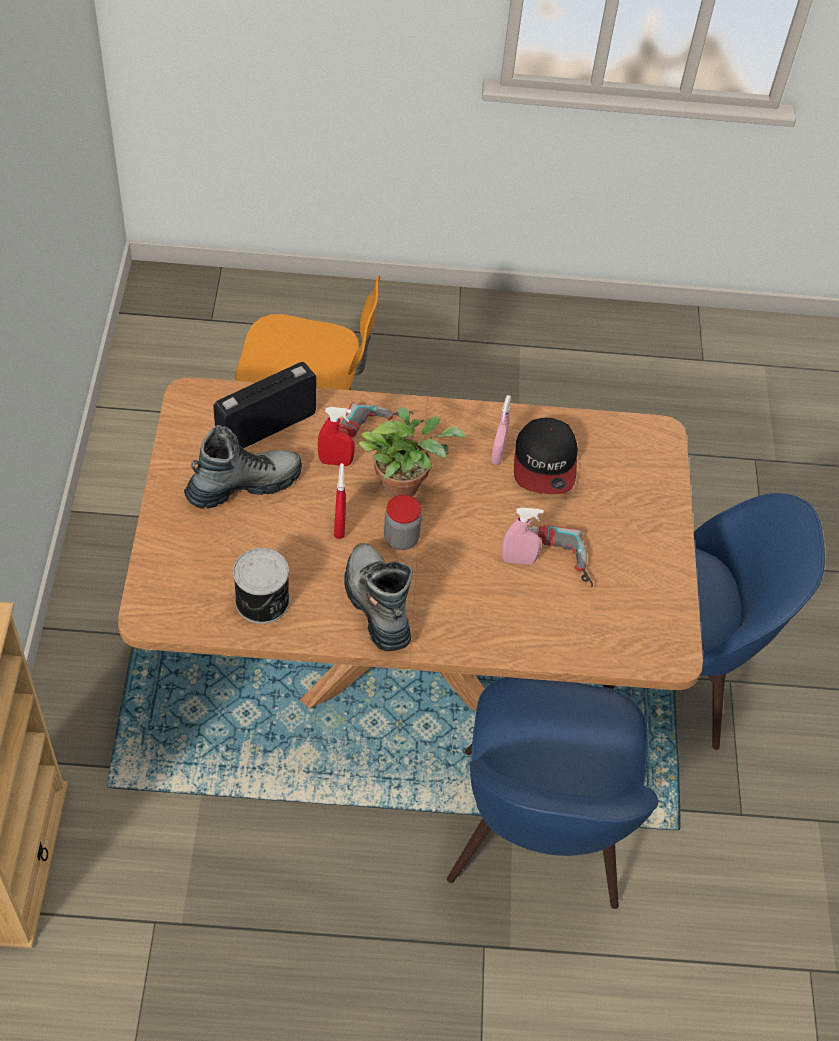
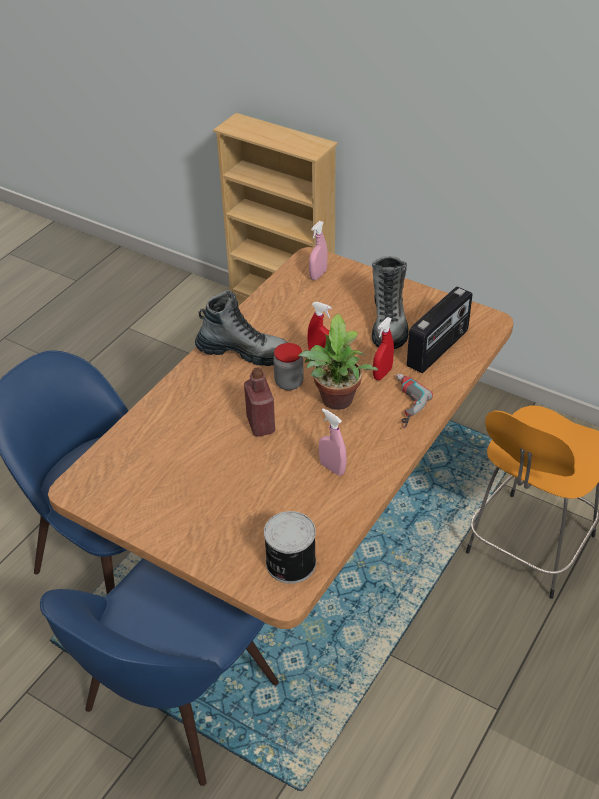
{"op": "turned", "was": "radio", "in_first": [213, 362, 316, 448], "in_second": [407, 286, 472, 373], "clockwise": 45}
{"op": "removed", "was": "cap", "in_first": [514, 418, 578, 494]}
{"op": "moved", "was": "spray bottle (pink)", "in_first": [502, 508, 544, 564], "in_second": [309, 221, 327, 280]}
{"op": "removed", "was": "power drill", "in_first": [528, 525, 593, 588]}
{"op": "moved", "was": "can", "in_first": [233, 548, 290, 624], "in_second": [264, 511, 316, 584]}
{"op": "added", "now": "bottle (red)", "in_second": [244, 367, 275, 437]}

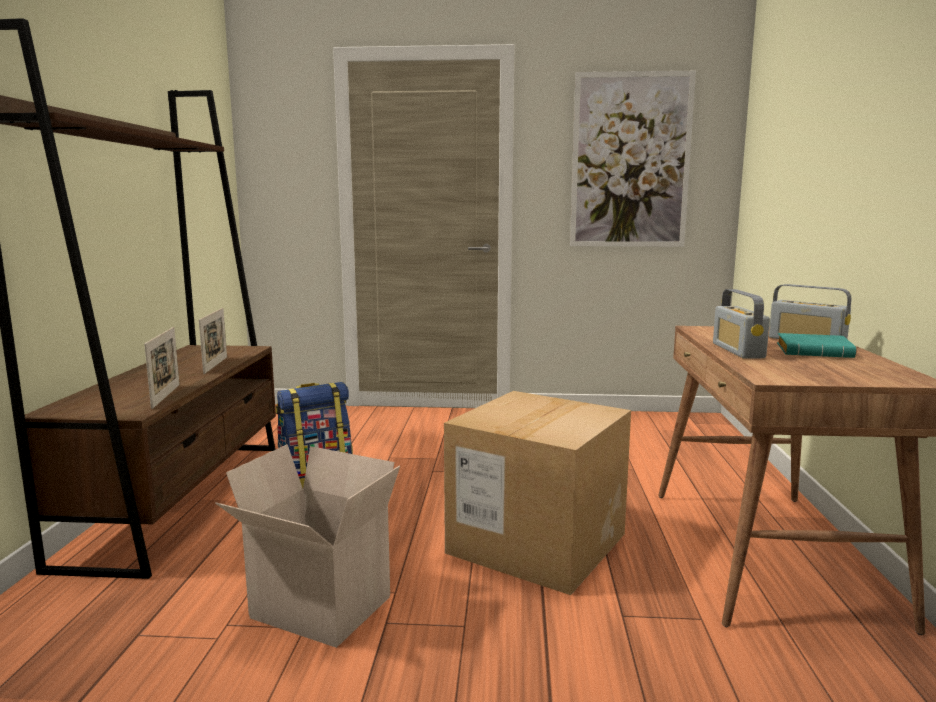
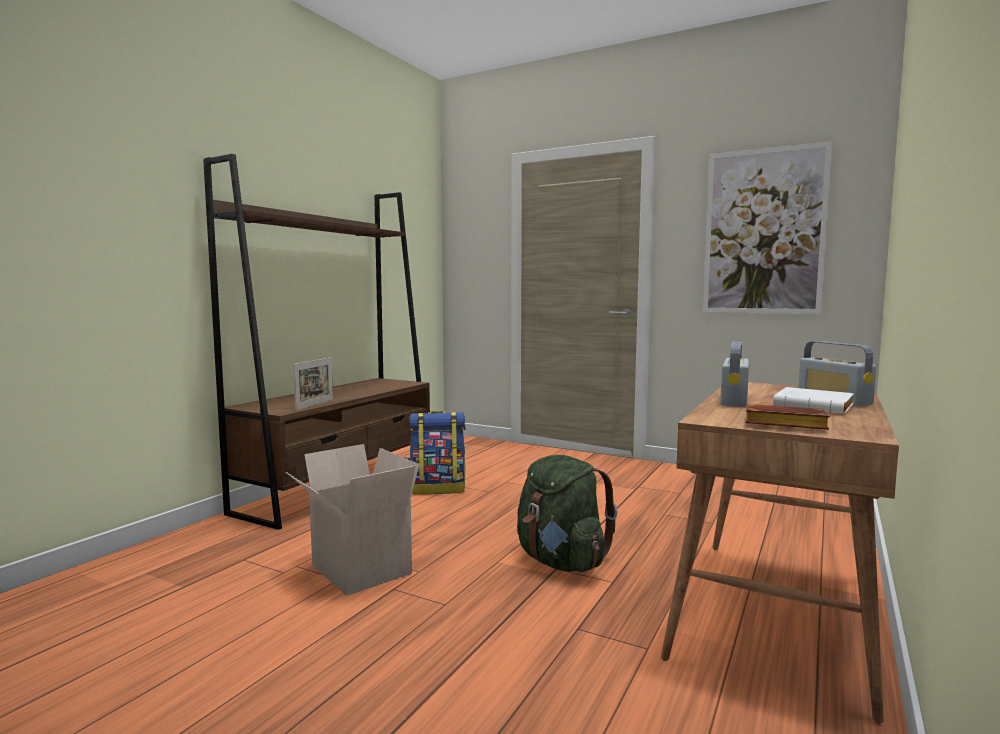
{"op": "removed", "was": "picture frame", "in_first": [199, 308, 227, 374]}
{"op": "recoloured", "was": "book (turquoise)", "now": "book (white)", "in_first": [777, 333, 856, 358], "in_second": [773, 387, 854, 414]}
{"op": "replaced", "was": "cardboard box", "now": "backpack (green)", "in_first": [444, 391, 631, 595], "in_second": [517, 455, 617, 572]}
{"op": "added", "now": "book (brown)", "in_second": [746, 404, 830, 430]}

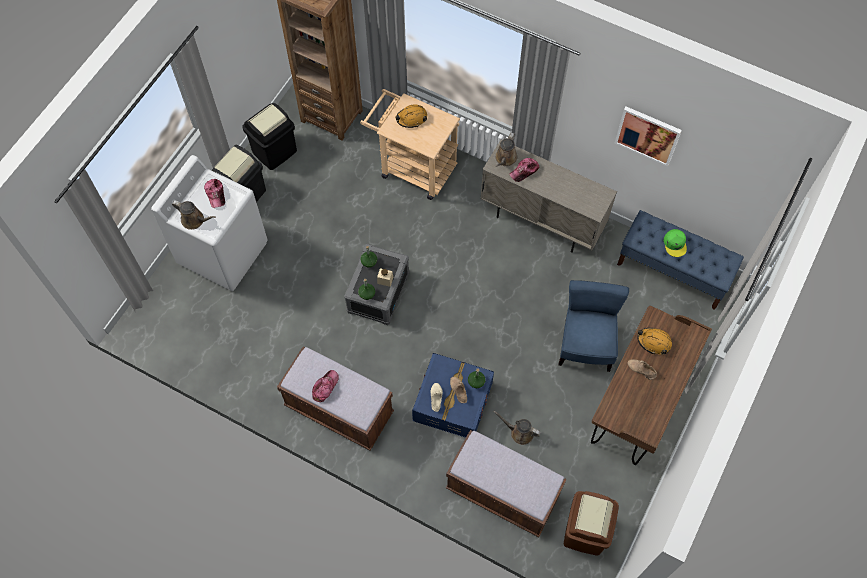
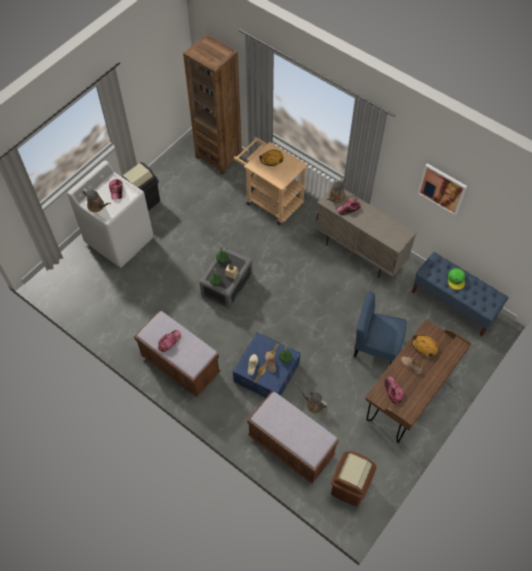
{"op": "removed", "was": "trash can (black)", "in_first": [242, 103, 297, 170]}
{"op": "turned", "was": "chair (blue)", "in_first": [559, 280, 629, 372], "in_second": [354, 292, 407, 364], "clockwise": -90}
{"op": "added", "now": "cap", "in_second": [385, 376, 404, 404]}

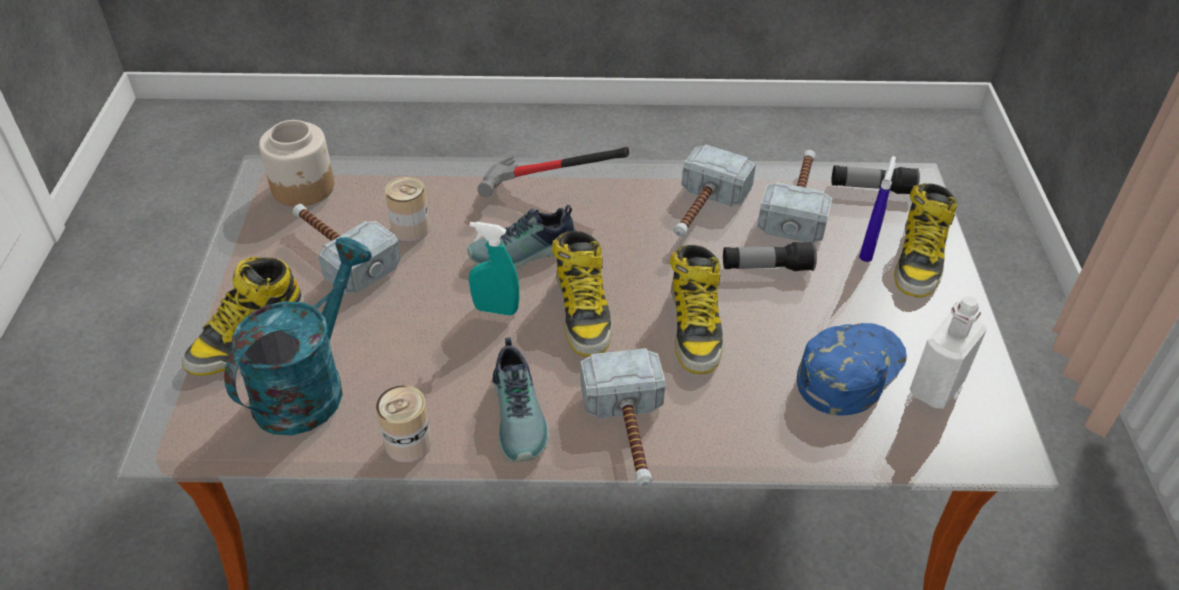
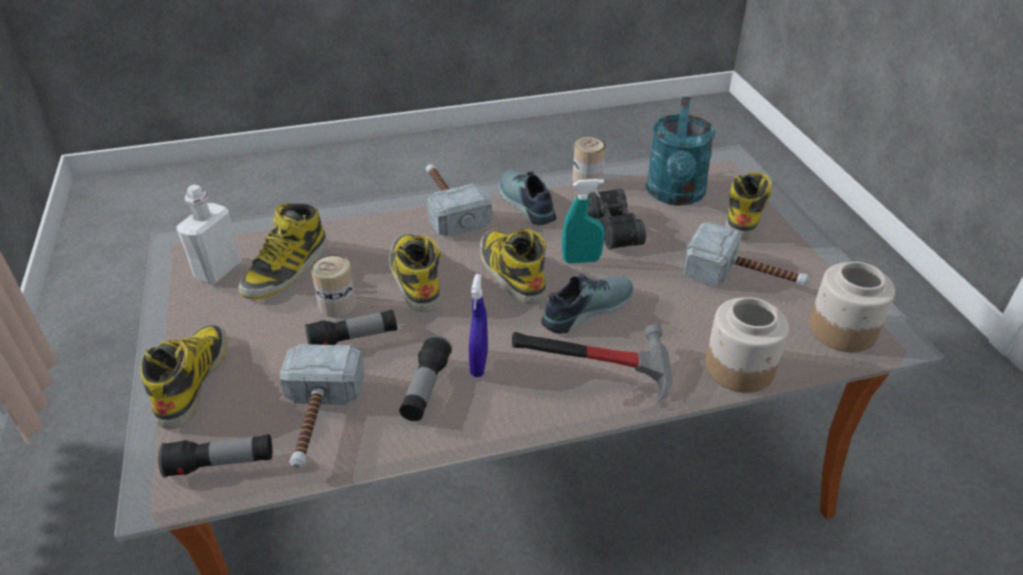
{"op": "replaced", "was": "hammer", "now": "flashlight", "in_first": [673, 145, 756, 237], "in_second": [399, 335, 452, 421]}
{"op": "moved", "was": "spray bottle (blue)", "in_first": [859, 156, 896, 262], "in_second": [469, 274, 488, 377]}
{"op": "moved", "was": "can", "in_first": [385, 177, 430, 242], "in_second": [311, 255, 356, 317]}
{"op": "replaced", "was": "cap (blue)", "now": "boot", "in_first": [797, 323, 907, 416], "in_second": [238, 203, 328, 299]}
{"op": "added", "now": "binoculars (black)", "in_second": [587, 188, 646, 249]}
{"op": "added", "now": "jar", "in_second": [705, 297, 789, 393]}

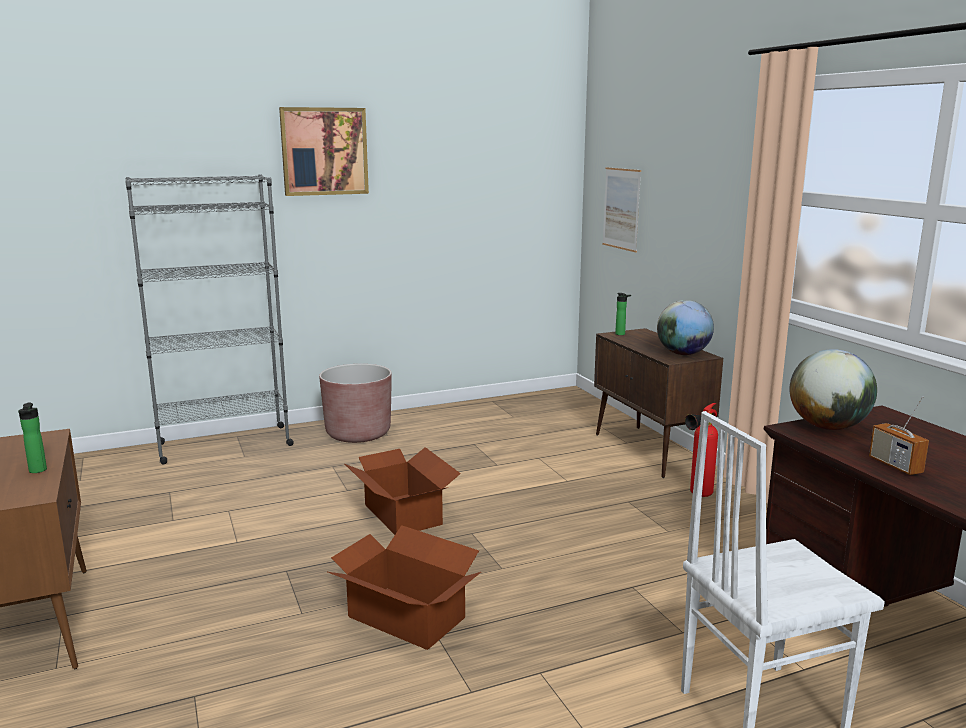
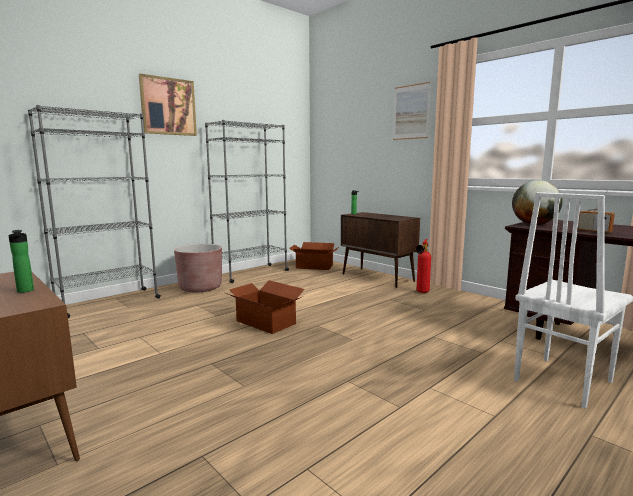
{"op": "moved", "was": "picture", "in_first": [602, 167, 641, 252], "in_second": [393, 82, 431, 140]}
{"op": "removed", "was": "globe", "in_first": [657, 300, 714, 355]}
{"op": "moved", "was": "cardboard box", "in_first": [328, 525, 481, 650], "in_second": [289, 242, 340, 270]}
{"op": "added", "now": "bookcase (grey)", "in_second": [205, 120, 289, 283]}

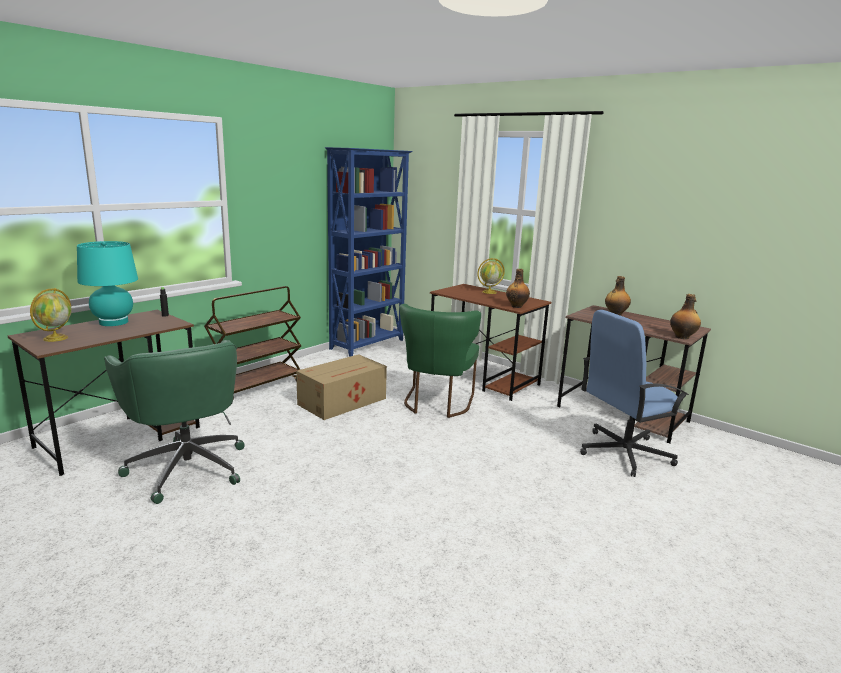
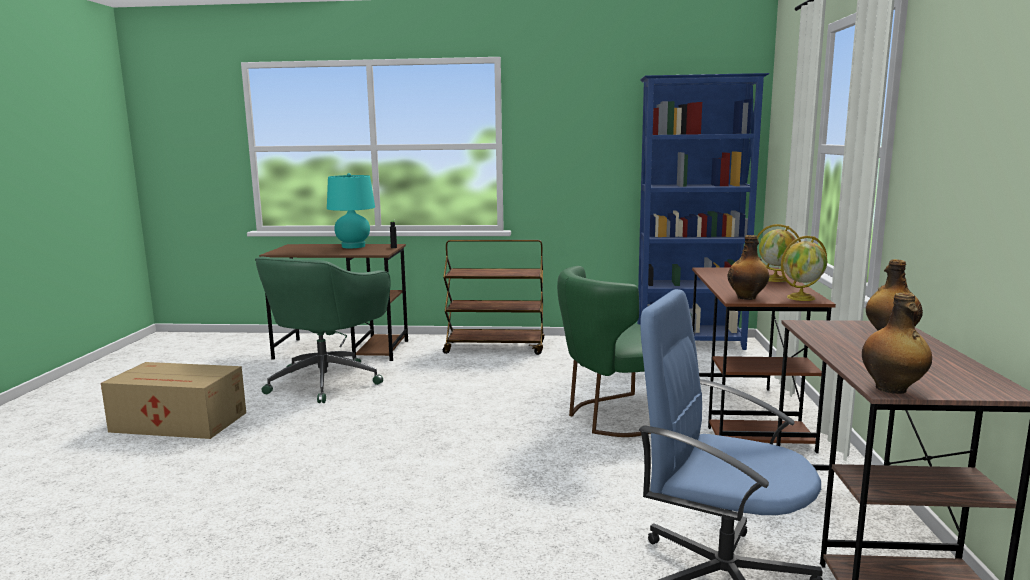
{"op": "moved", "was": "globe", "in_first": [30, 288, 72, 342], "in_second": [781, 236, 827, 301]}
{"op": "moved", "was": "cardboard box", "in_first": [296, 354, 387, 420], "in_second": [101, 362, 246, 439]}

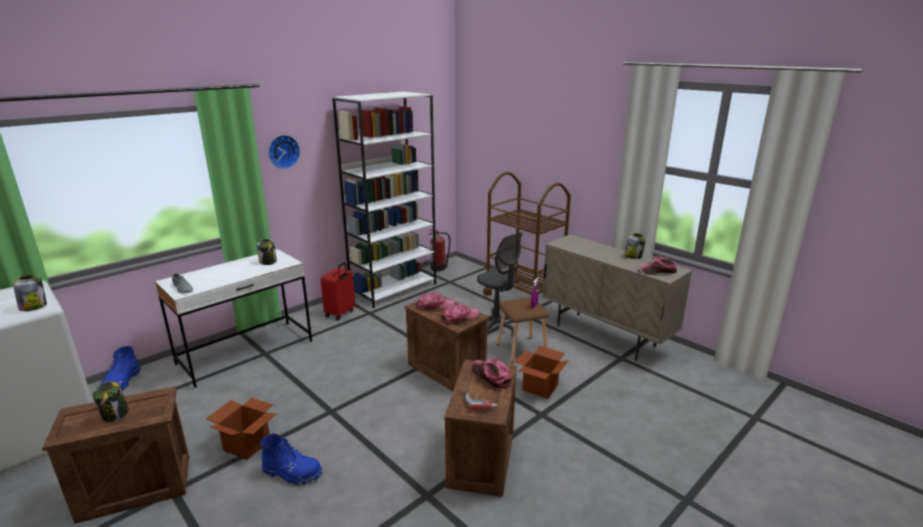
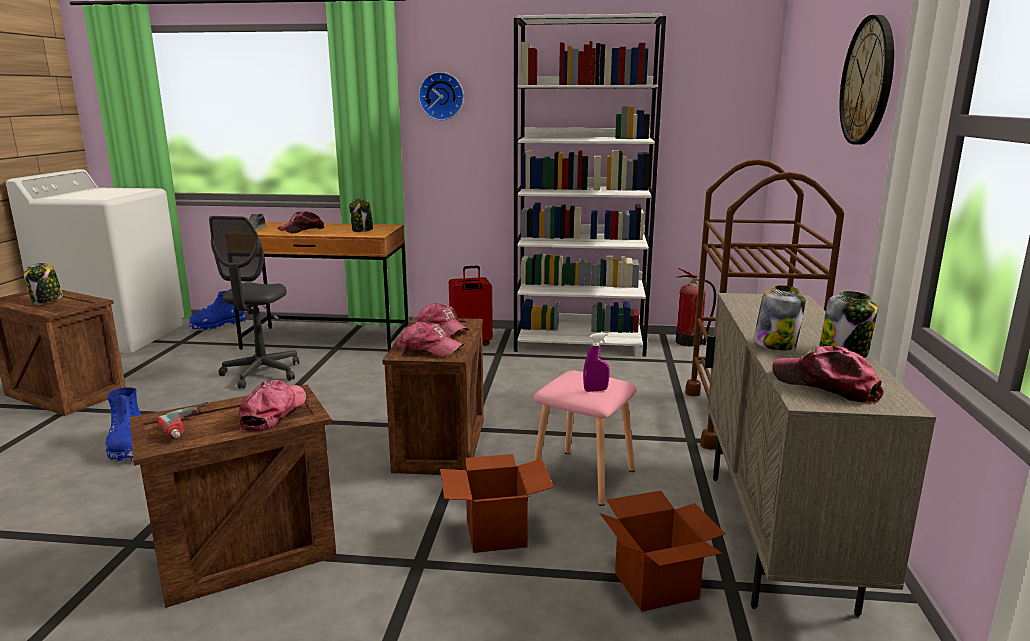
{"op": "moved", "was": "office chair (grey)", "in_first": [477, 232, 522, 336], "in_second": [209, 216, 299, 389]}
{"op": "recoloured", "was": "desk (white)", "now": "desk (brown)", "in_first": [155, 249, 312, 388], "in_second": [234, 222, 408, 352]}
{"op": "moved", "was": "jar", "in_first": [13, 275, 47, 311], "in_second": [754, 285, 806, 350]}
{"op": "recoloured", "was": "stool (brown)", "now": "stool (pink)", "in_first": [497, 297, 550, 364], "in_second": [533, 370, 637, 506]}
{"op": "moved", "was": "cardboard box", "in_first": [206, 398, 277, 460], "in_second": [600, 491, 725, 612]}
{"op": "added", "now": "wall clock", "in_second": [839, 15, 894, 144]}
{"op": "added", "now": "cap", "in_second": [278, 211, 325, 233]}

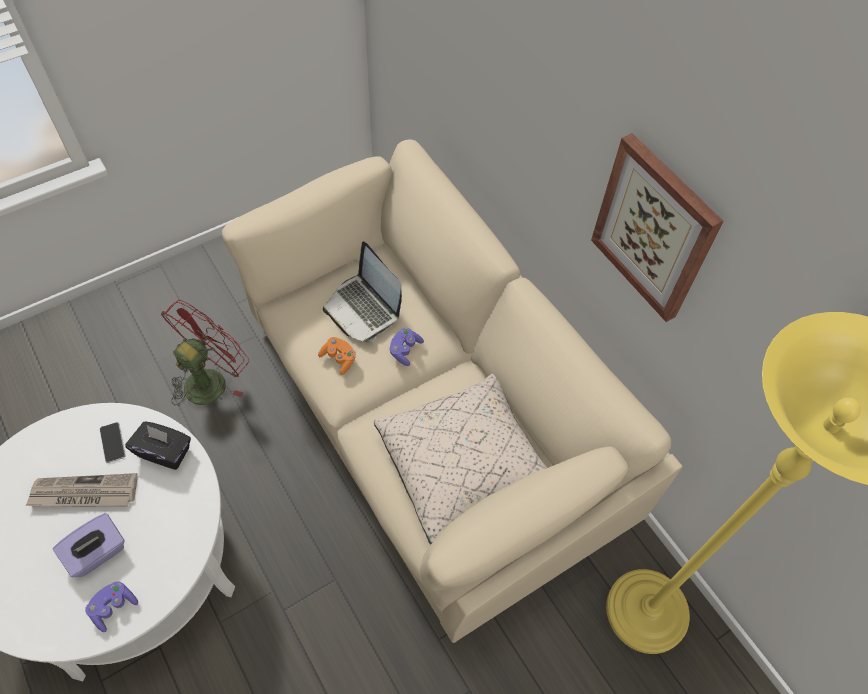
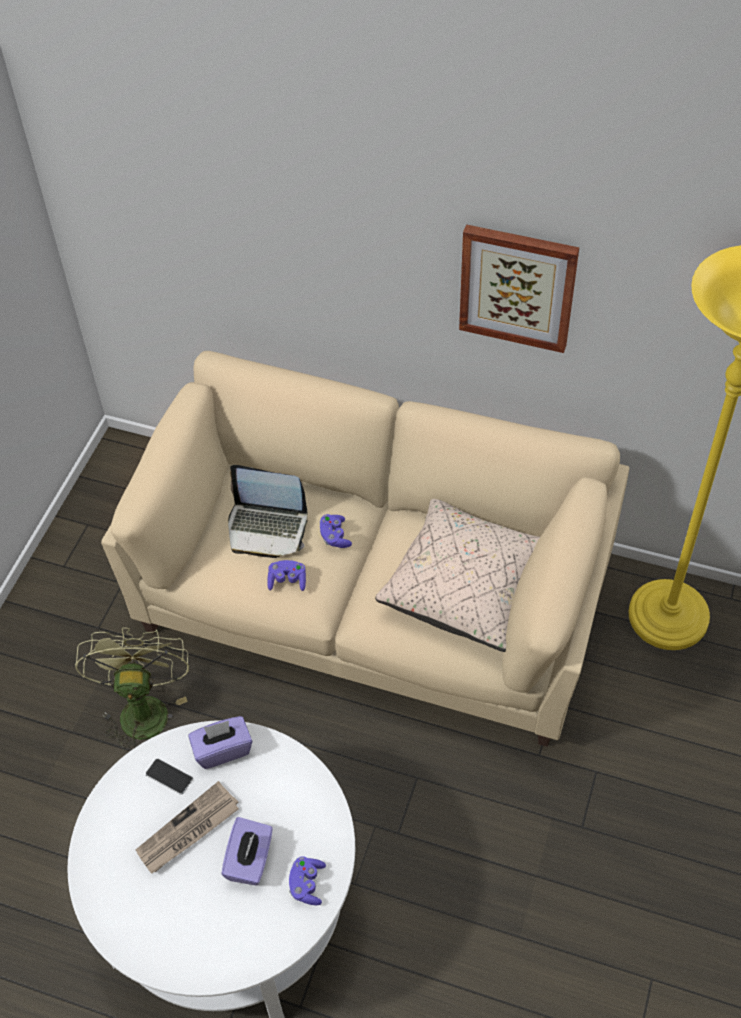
{"op": "recoloured", "was": "fan (red)", "now": "fan (green)", "in_first": [161, 300, 249, 405], "in_second": [75, 627, 189, 753]}
{"op": "recoloured", "was": "game controller (orange)", "now": "game controller (purple)", "in_first": [318, 337, 356, 375], "in_second": [267, 560, 306, 591]}
{"op": "recoloured", "was": "tissue box (black)", "now": "tissue box (purple)", "in_first": [125, 422, 191, 470], "in_second": [188, 716, 252, 769]}

